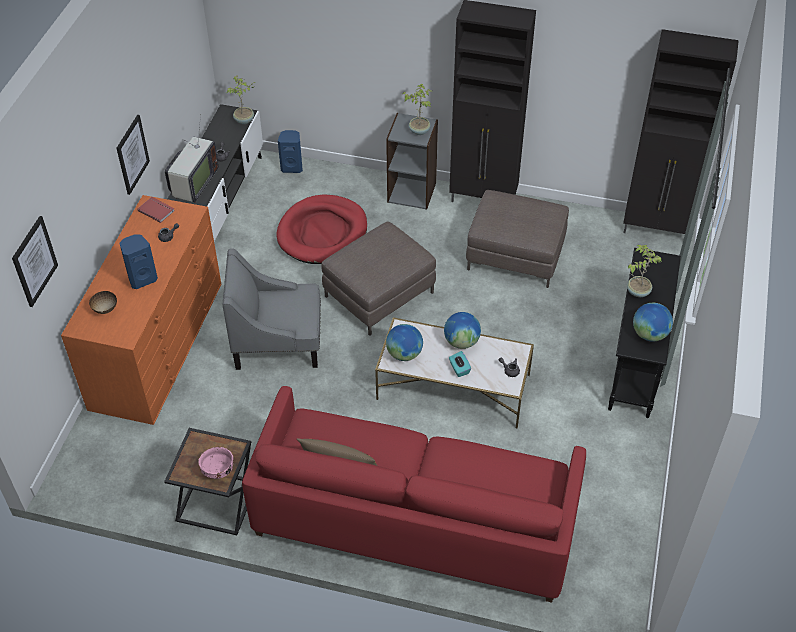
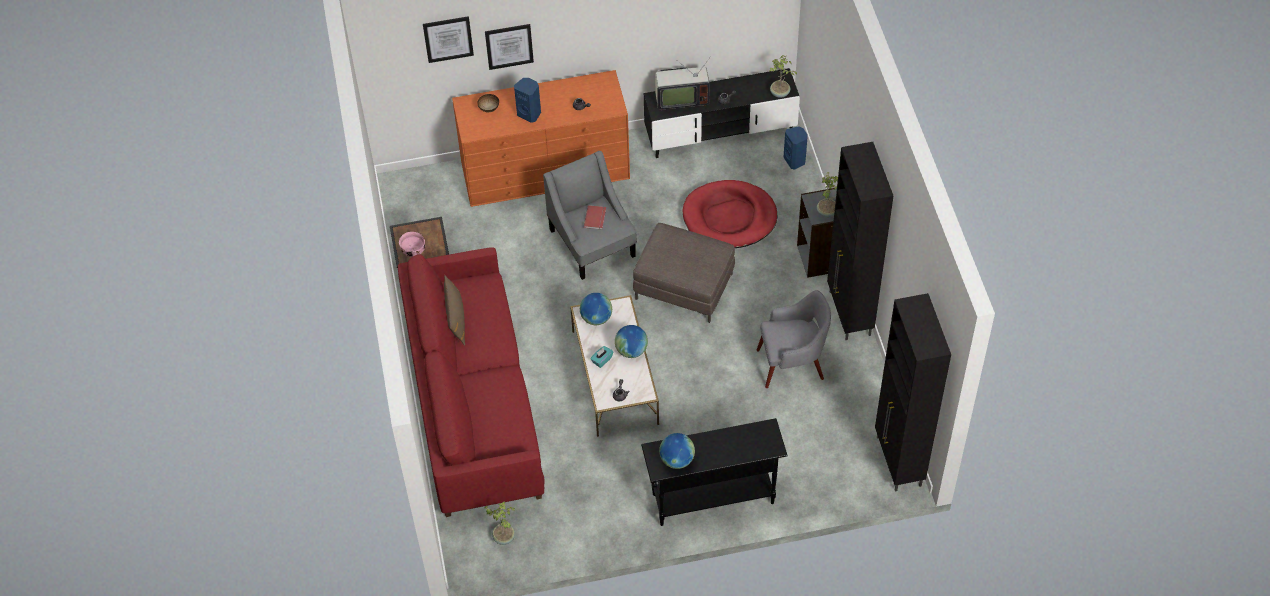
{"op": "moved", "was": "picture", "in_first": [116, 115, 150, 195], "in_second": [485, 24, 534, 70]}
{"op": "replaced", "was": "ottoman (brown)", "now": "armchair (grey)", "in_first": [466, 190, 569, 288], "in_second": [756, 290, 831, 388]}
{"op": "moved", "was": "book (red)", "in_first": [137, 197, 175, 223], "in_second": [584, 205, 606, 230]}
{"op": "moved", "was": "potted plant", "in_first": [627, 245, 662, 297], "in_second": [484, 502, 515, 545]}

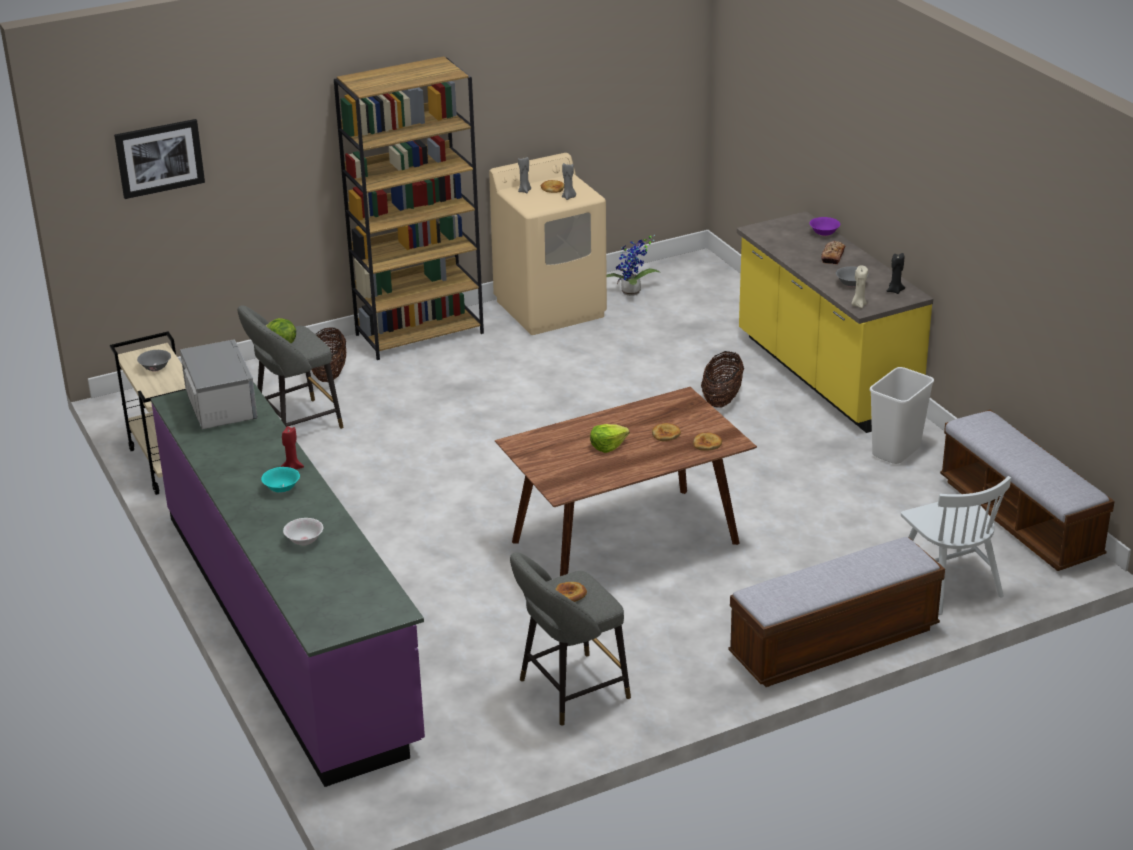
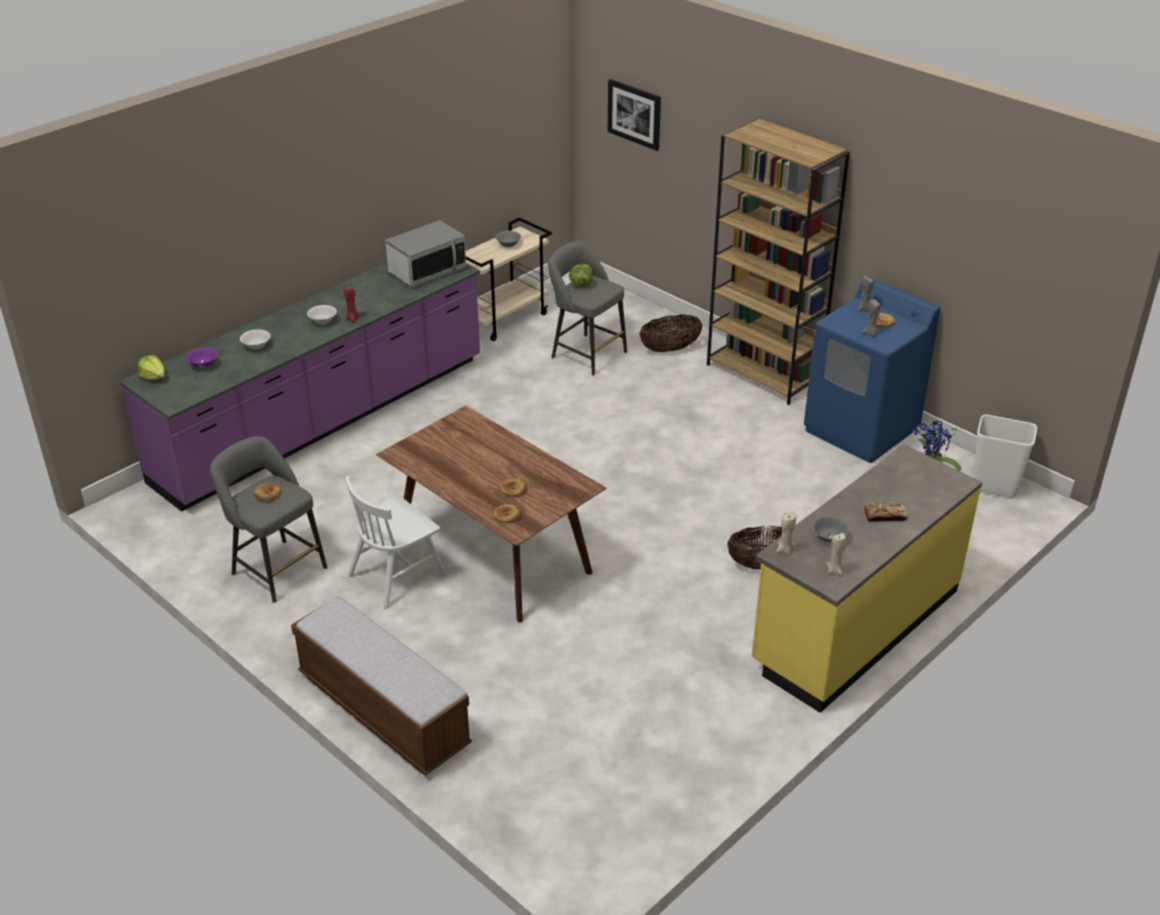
{"op": "recoloured", "was": "washing machine (beige)", "now": "washing machine (blue)", "in_first": [489, 153, 607, 335], "in_second": [804, 277, 940, 463]}
{"op": "moved", "was": "bowl (purple)", "in_first": [809, 217, 840, 236], "in_second": [186, 348, 217, 368]}
{"op": "recoloured", "was": "candle (black)", "now": "candle (beige)", "in_first": [887, 253, 905, 294], "in_second": [826, 533, 847, 576]}
{"op": "moved", "was": "trash can (white)", "in_first": [870, 367, 934, 464], "in_second": [973, 415, 1037, 498]}
{"op": "removed", "was": "bench", "in_first": [940, 410, 1115, 571]}
{"op": "moved", "was": "lettuce", "in_first": [590, 424, 629, 453], "in_second": [138, 355, 165, 380]}
{"op": "recoloured", "was": "bowl (turquoise)", "now": "bowl (white)", "in_first": [261, 467, 300, 493], "in_second": [307, 305, 337, 324]}
{"op": "moved", "was": "chair (white)", "in_first": [901, 476, 1011, 615], "in_second": [346, 476, 447, 608]}

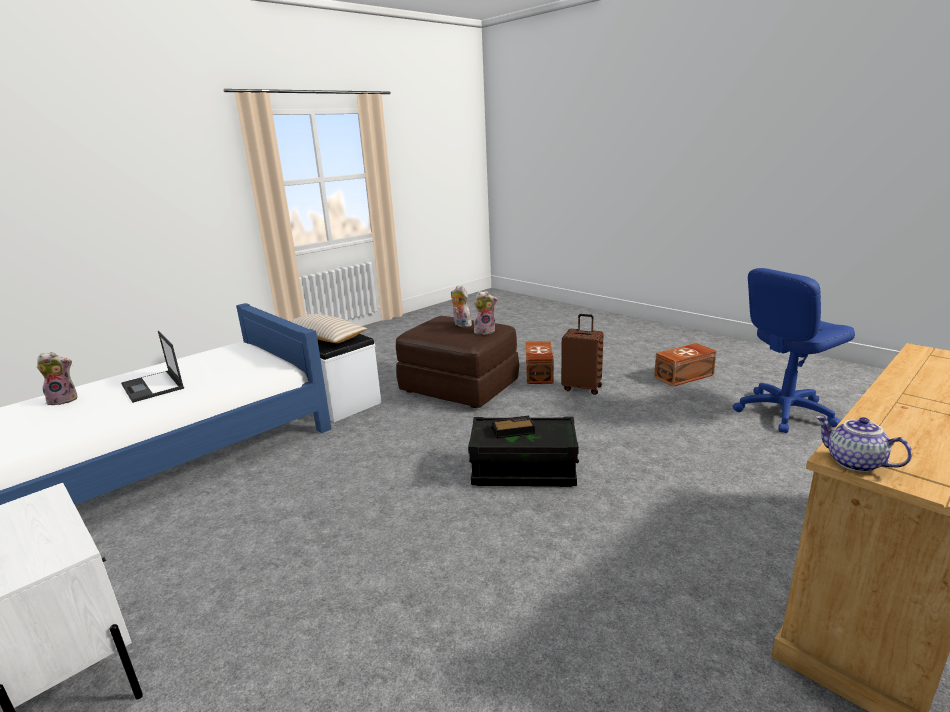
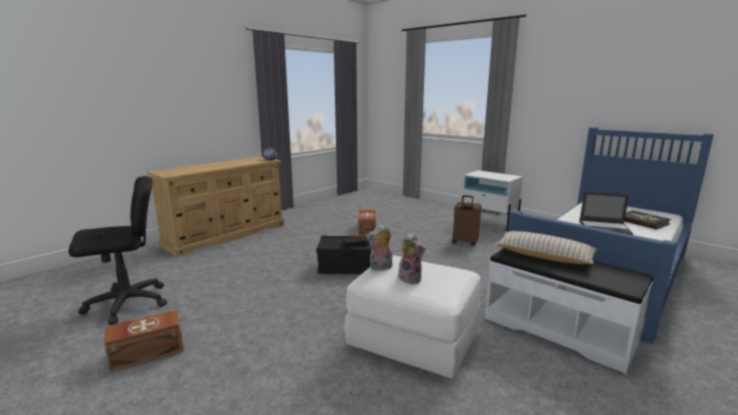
{"op": "recoloured", "was": "office chair (blue)", "now": "office chair (black)", "in_first": [733, 268, 855, 433], "in_second": [69, 176, 167, 325]}
{"op": "moved", "was": "suitcase (brown)", "in_first": [561, 314, 604, 395], "in_second": [452, 195, 481, 246]}
{"op": "recoloured", "was": "ottoman (brown)", "now": "ottoman (white)", "in_first": [396, 316, 519, 408], "in_second": [344, 255, 481, 379]}
{"op": "turned", "was": "laptop", "in_first": [121, 331, 184, 403], "in_second": [580, 191, 633, 235], "clockwise": 150}
{"op": "moved", "was": "storage box (brown)", "in_first": [526, 341, 554, 384], "in_second": [358, 209, 376, 236]}
{"op": "replaced", "was": "plush toy", "now": "book", "in_first": [37, 352, 77, 405], "in_second": [624, 210, 671, 229]}

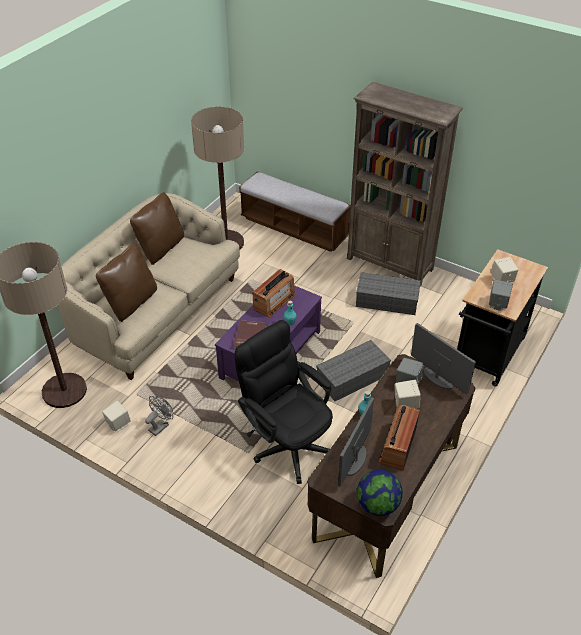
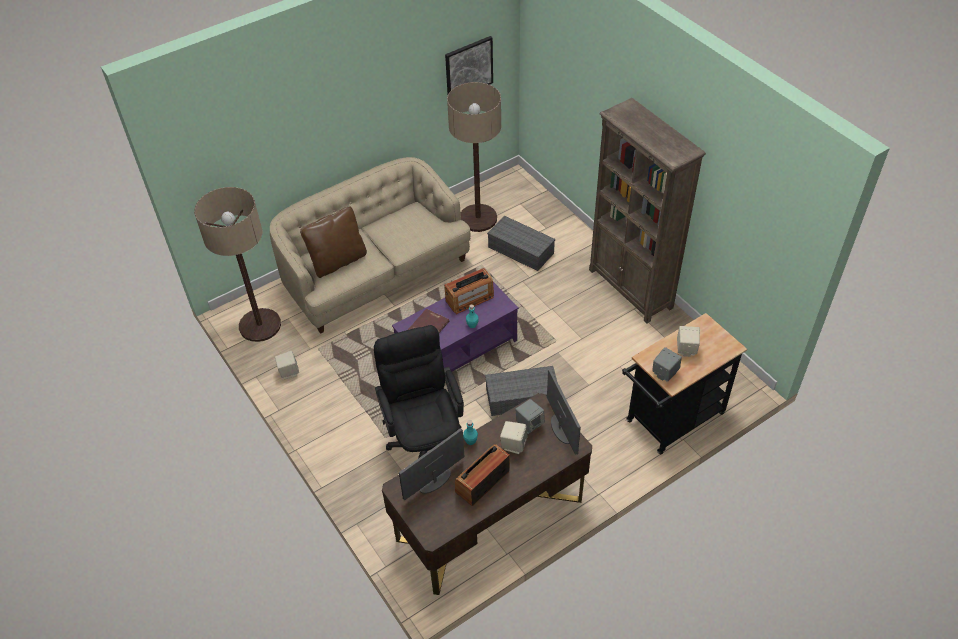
{"op": "removed", "was": "bench", "in_first": [239, 171, 351, 252]}
{"op": "removed", "was": "pillow (brown)", "in_first": [130, 192, 184, 265]}
{"op": "moved", "was": "storage box (grey)", "in_first": [356, 272, 421, 315], "in_second": [487, 216, 555, 271]}
{"op": "removed", "was": "fan (grey)", "in_first": [145, 396, 173, 436]}
{"op": "removed", "was": "globe", "in_first": [357, 470, 403, 516]}
{"op": "added", "now": "picture", "in_second": [445, 36, 493, 94]}

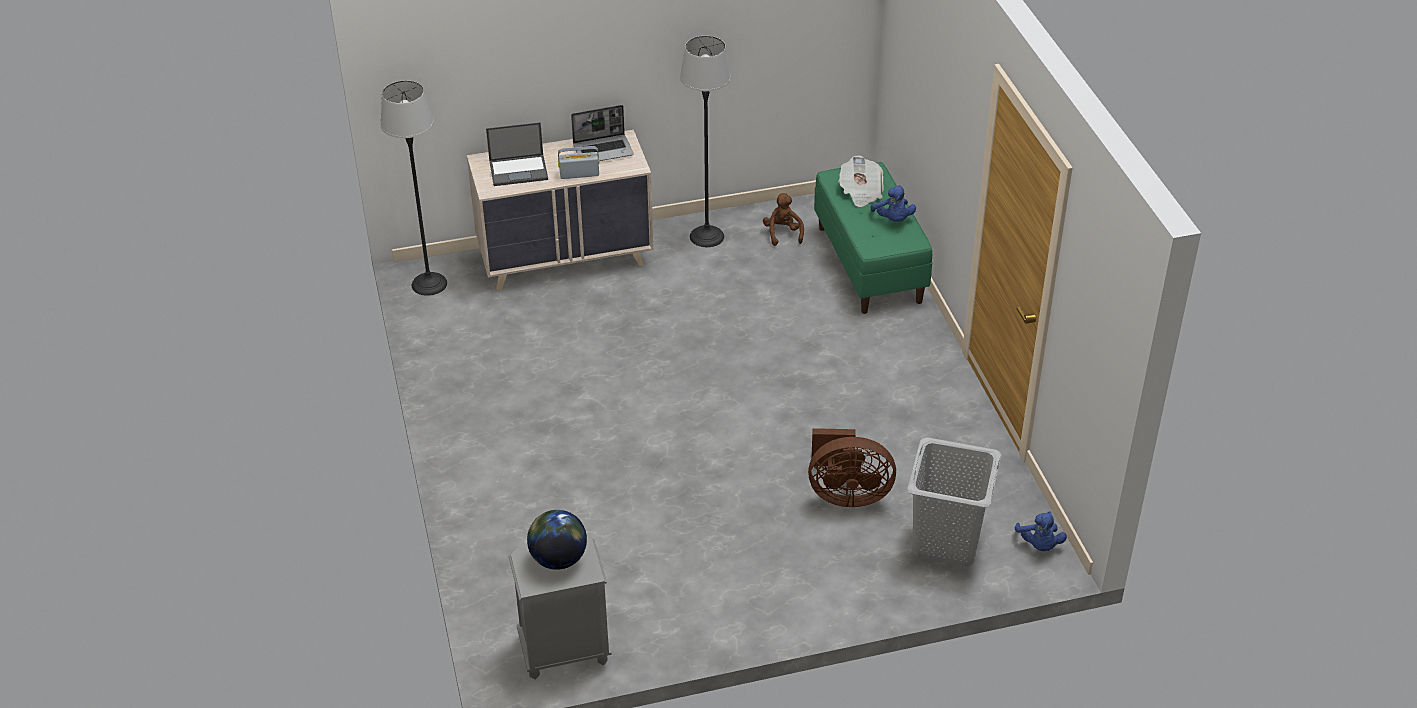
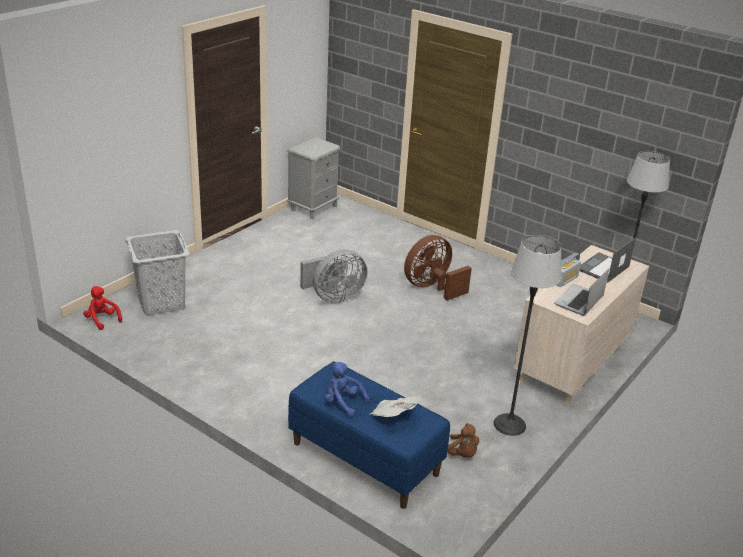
{"op": "recoloured", "was": "bench (green)", "now": "bench (blue)", "in_first": [814, 162, 932, 314], "in_second": [288, 362, 450, 509]}
{"op": "moved", "was": "fan (brown)", "in_first": [808, 428, 896, 507], "in_second": [404, 235, 472, 301]}
{"op": "removed", "was": "globe", "in_first": [527, 510, 587, 570]}
{"op": "recoloured", "was": "plush toy (blue)", "now": "plush toy (red)", "in_first": [1015, 511, 1067, 551], "in_second": [83, 286, 122, 330]}
{"op": "added", "now": "fan (grey)", "in_second": [300, 250, 367, 303]}

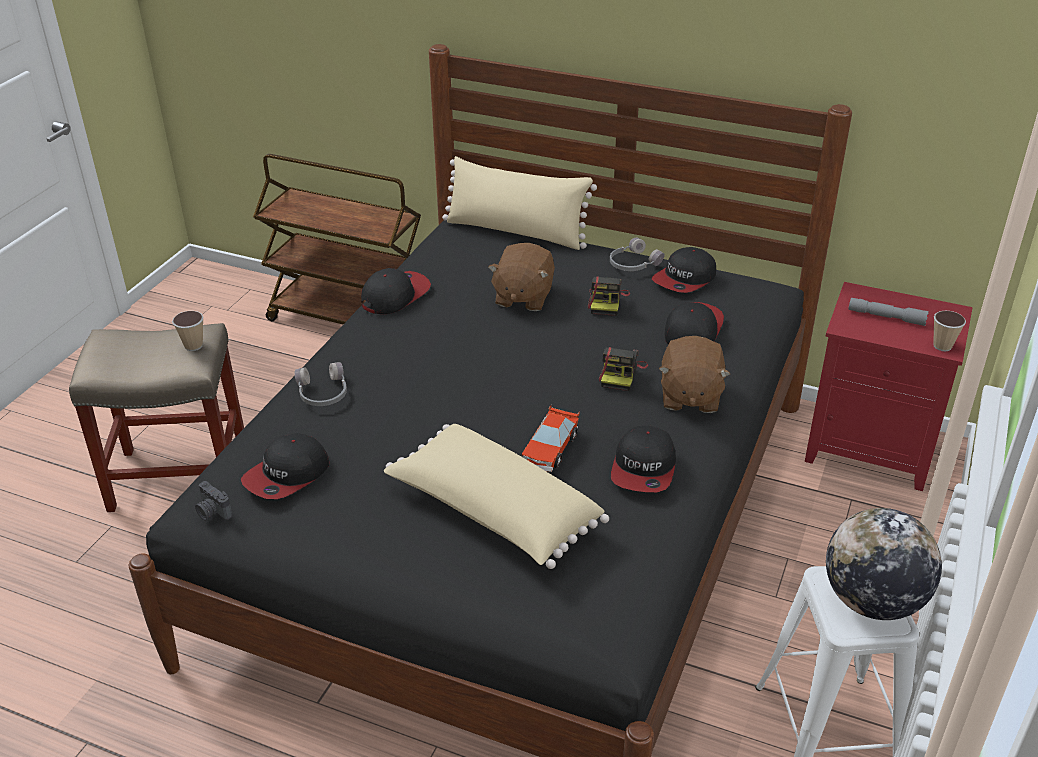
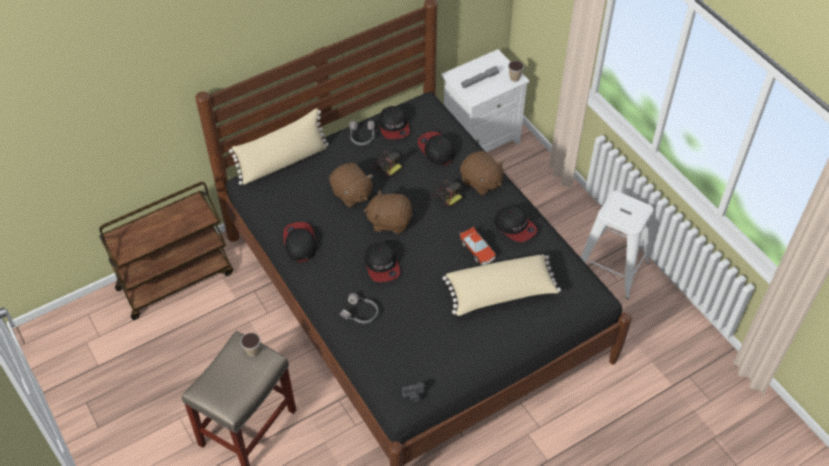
{"op": "recoloured", "was": "nightstand (red)", "now": "nightstand (white)", "in_first": [805, 282, 973, 491], "in_second": [441, 49, 530, 153]}
{"op": "moved", "was": "cap", "in_first": [241, 433, 329, 499], "in_second": [364, 242, 400, 282]}
{"op": "removed", "was": "globe", "in_first": [826, 508, 942, 620]}
{"op": "added", "now": "plush toy (brown)", "in_second": [364, 190, 413, 234]}

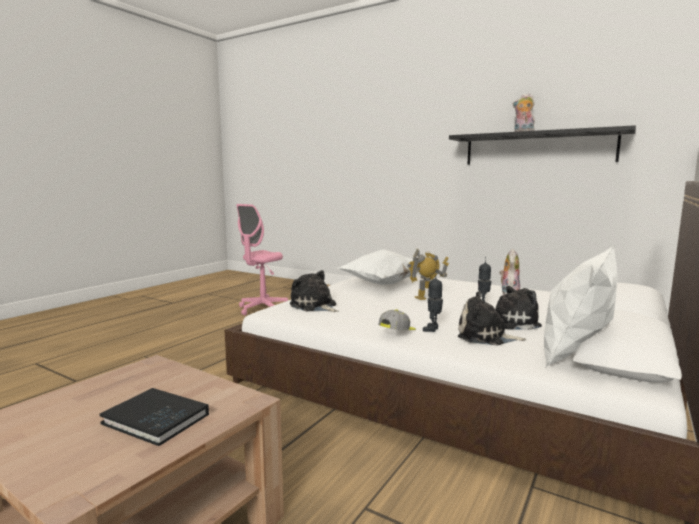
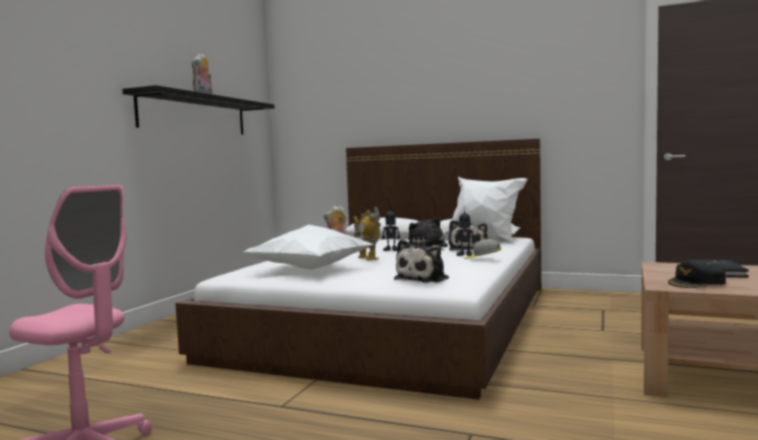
{"op": "added", "now": "cap (black)", "in_second": [668, 262, 726, 288]}

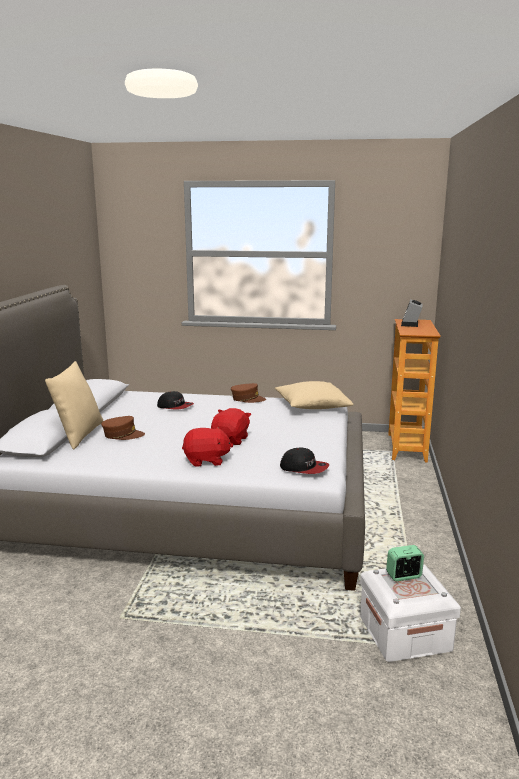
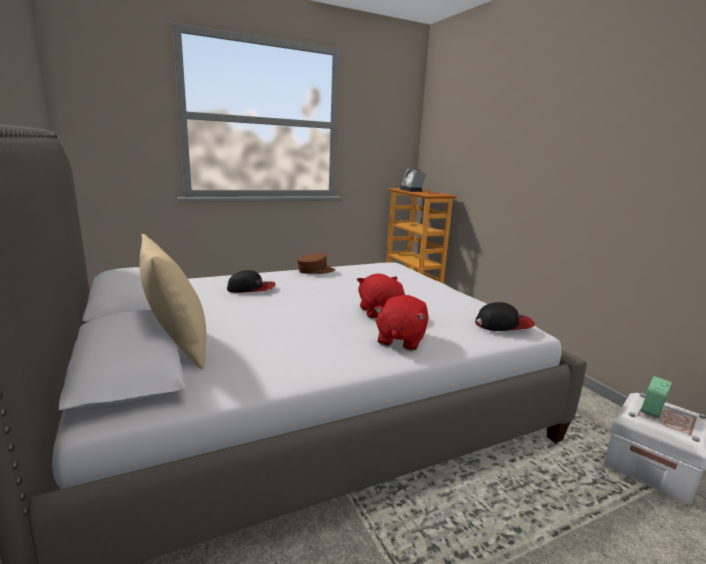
{"op": "removed", "was": "pillow (beige)", "in_first": [275, 381, 354, 409]}
{"op": "removed", "was": "cap (brown)", "in_first": [101, 416, 145, 440]}
{"op": "turned", "was": "plush toy (red)", "in_first": [182, 427, 233, 467], "in_second": [374, 295, 429, 351], "clockwise": 150}

